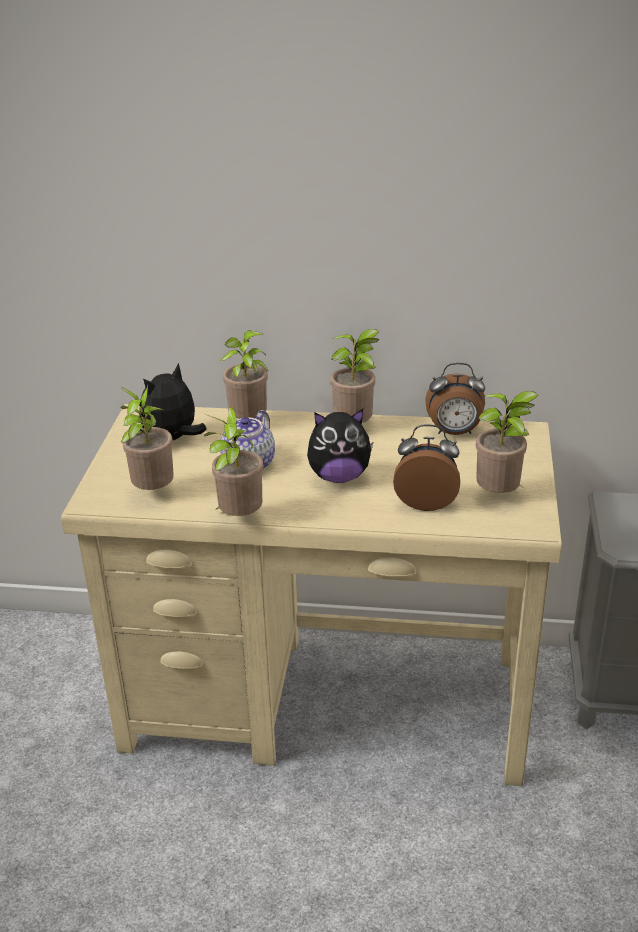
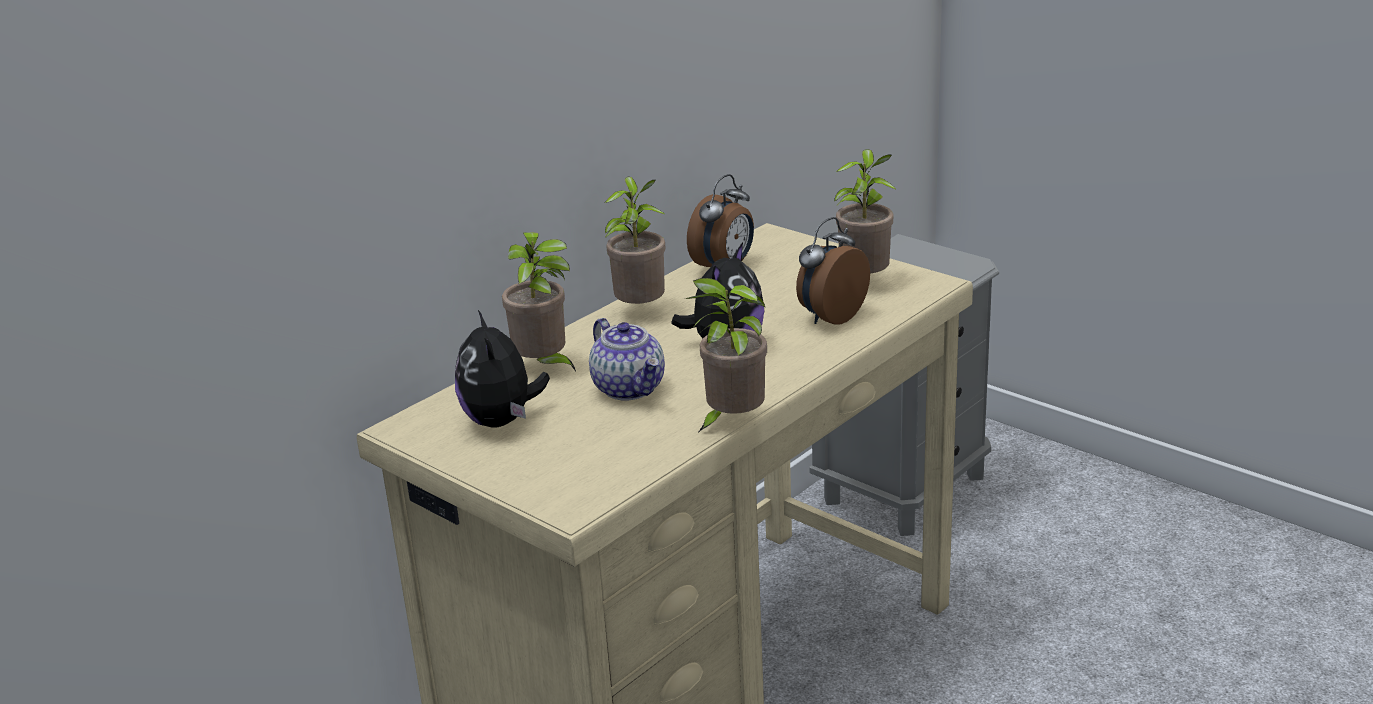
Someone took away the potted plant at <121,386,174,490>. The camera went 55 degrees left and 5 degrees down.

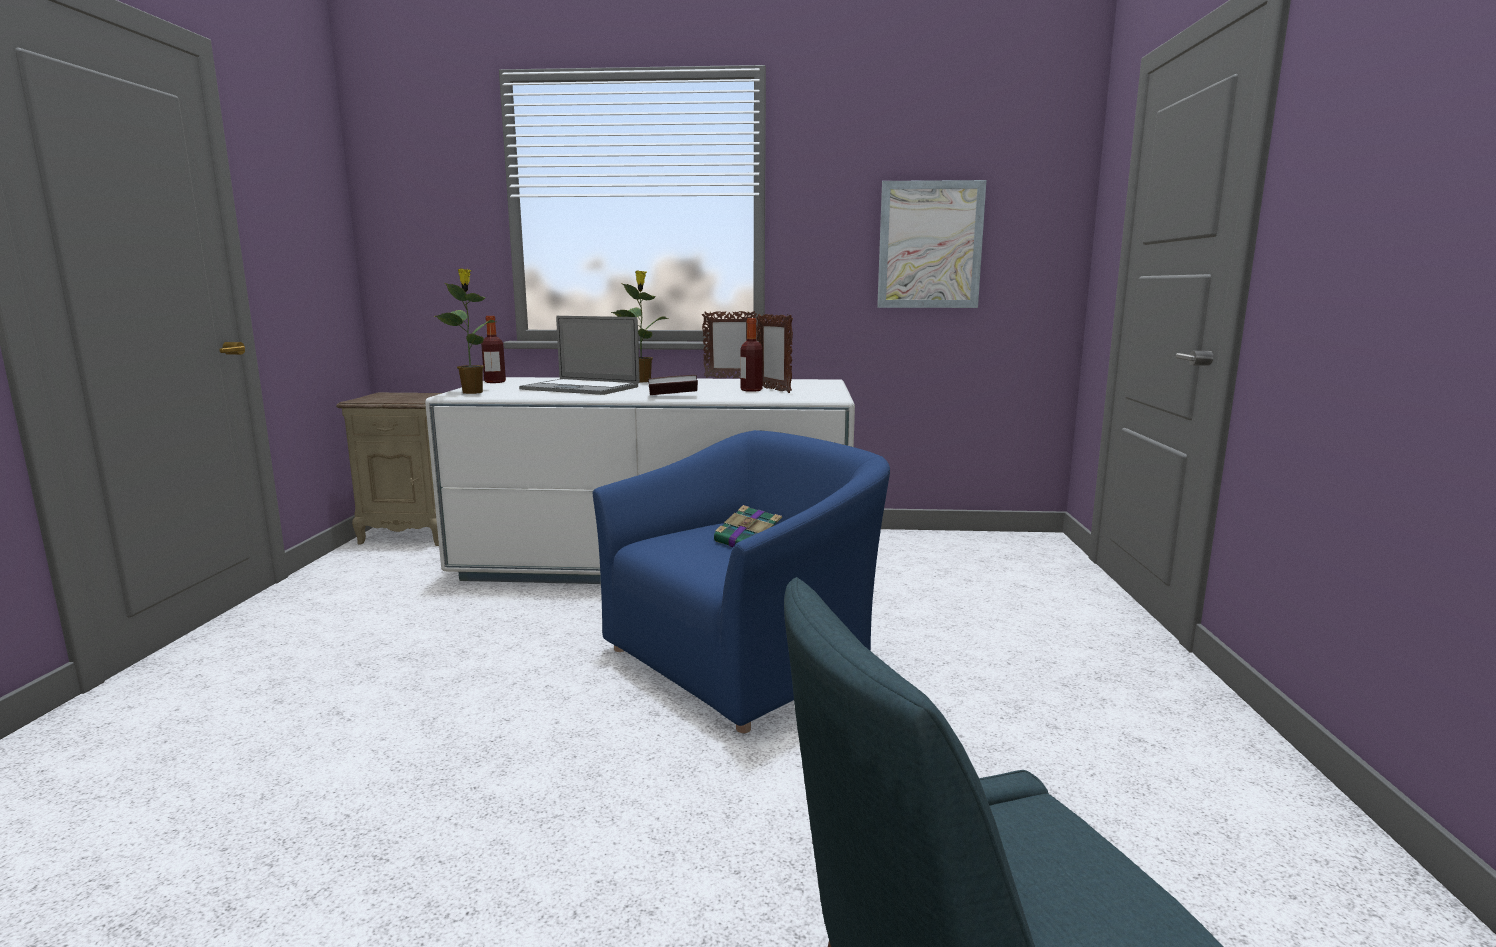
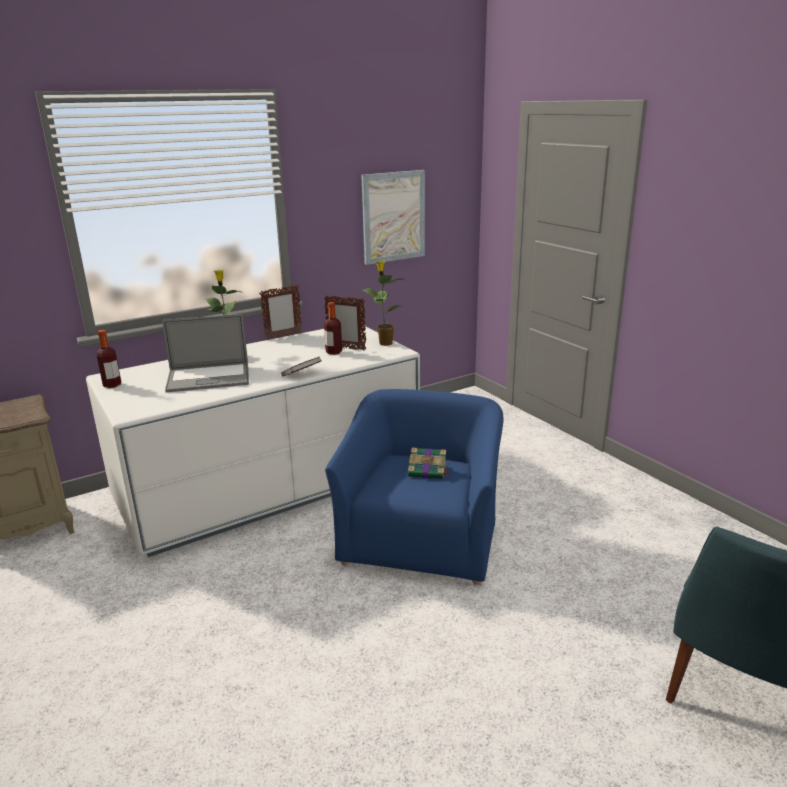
Someone carried the potted plant from <435,268,496,394> to <363,260,408,346>. The camera went 35 degrees left and 10 degrees up.

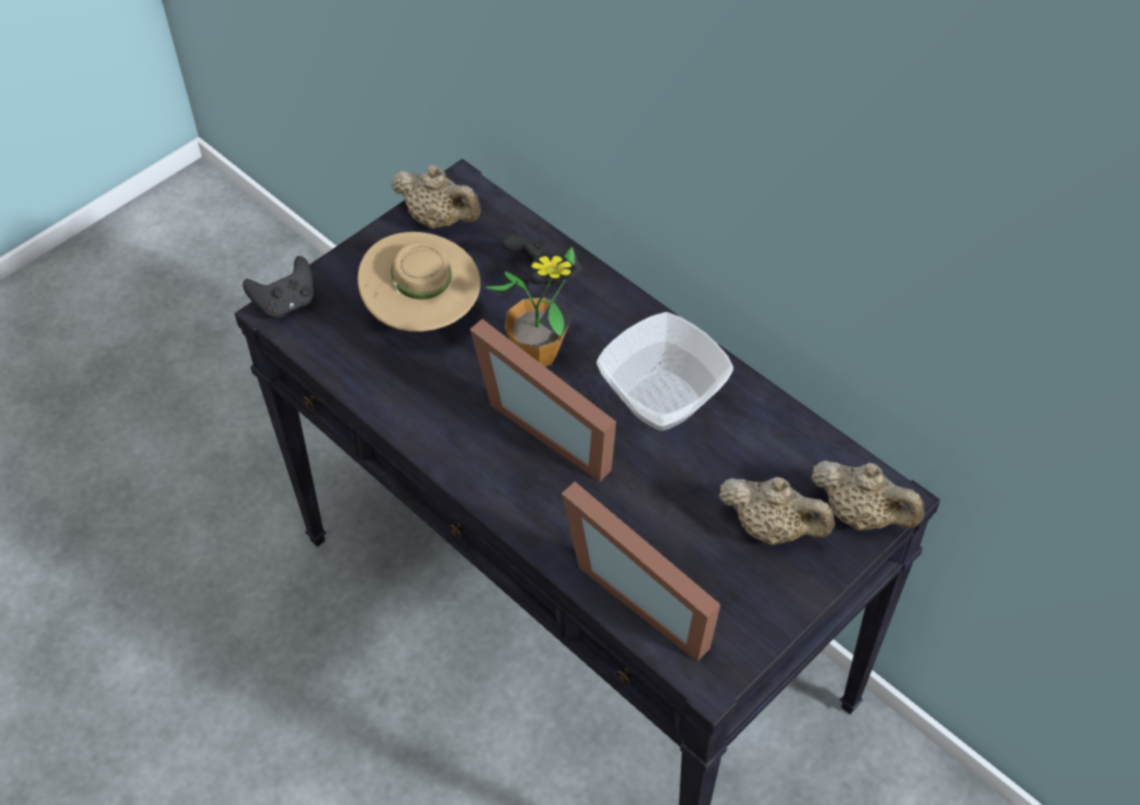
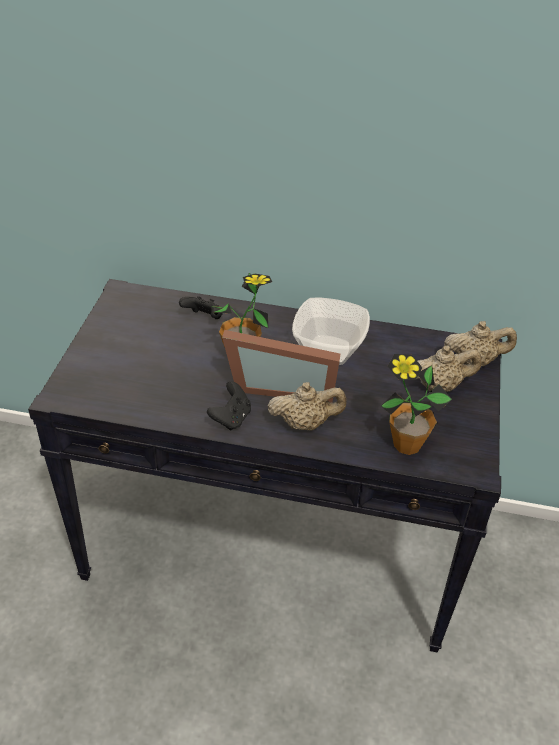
Someone carried the gamepad in black from <243,256,314,318> to <207,381,251,430>. Someone carried the tea pot in sand-coloured from <391,165,481,229> to <267,382,346,430>. Someone swapped the standing frame at <562,482,721,662> for the potted plant at <381,354,452,455>. Someone took away the wearable hat in sand-coloured at <358,232,481,332>. The camera went 35 degrees left and 10 degrees down.

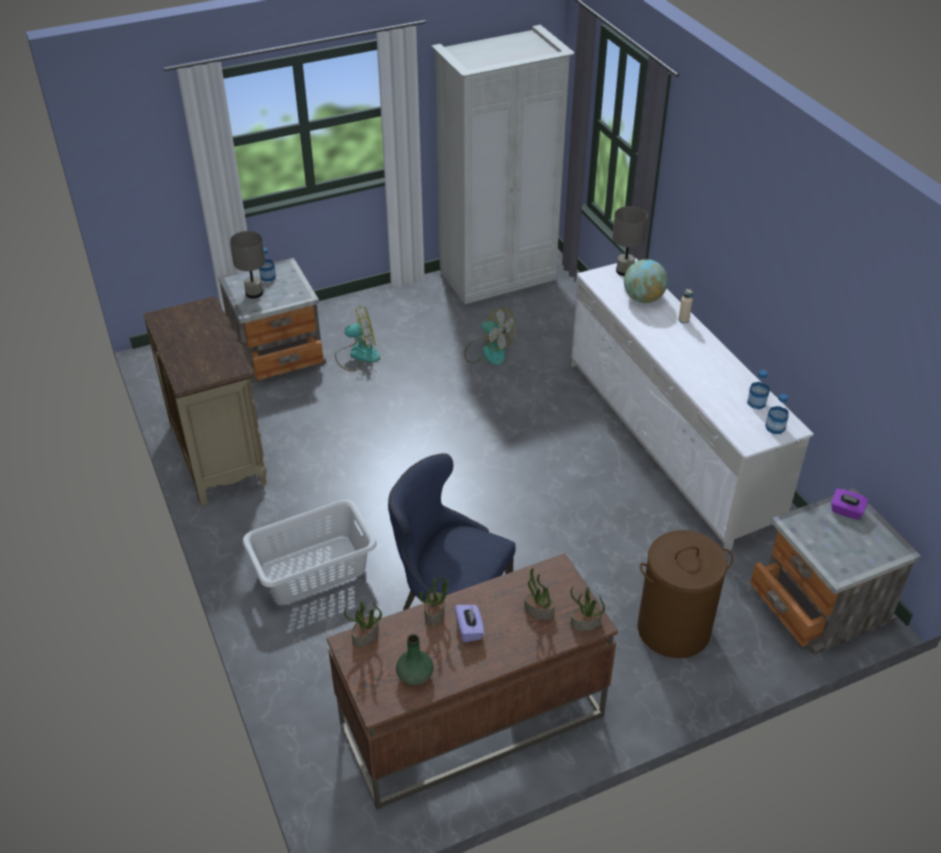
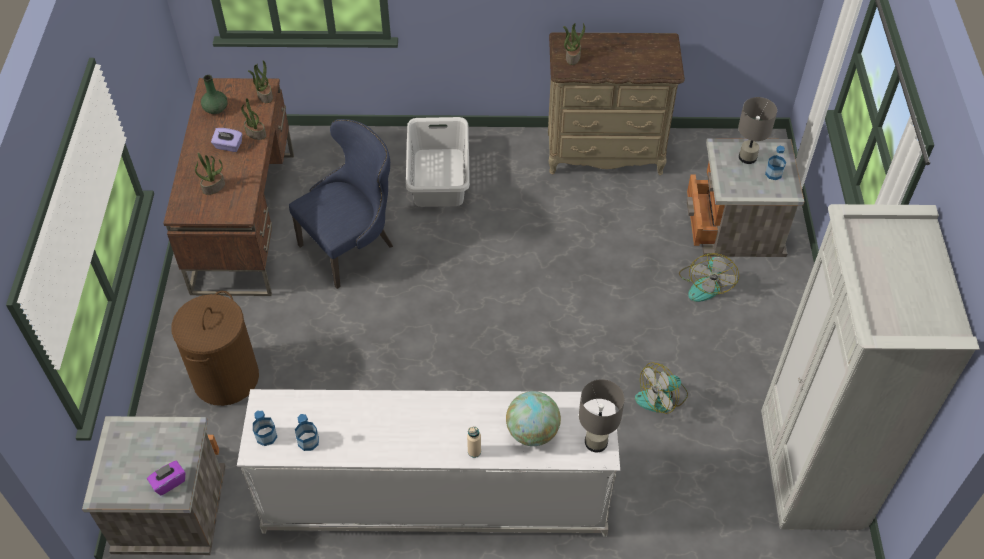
Someone carried the potted plant from <570,586,605,631> to <563,23,585,65>. The camera went 115 degrees right and 10 degrees up.

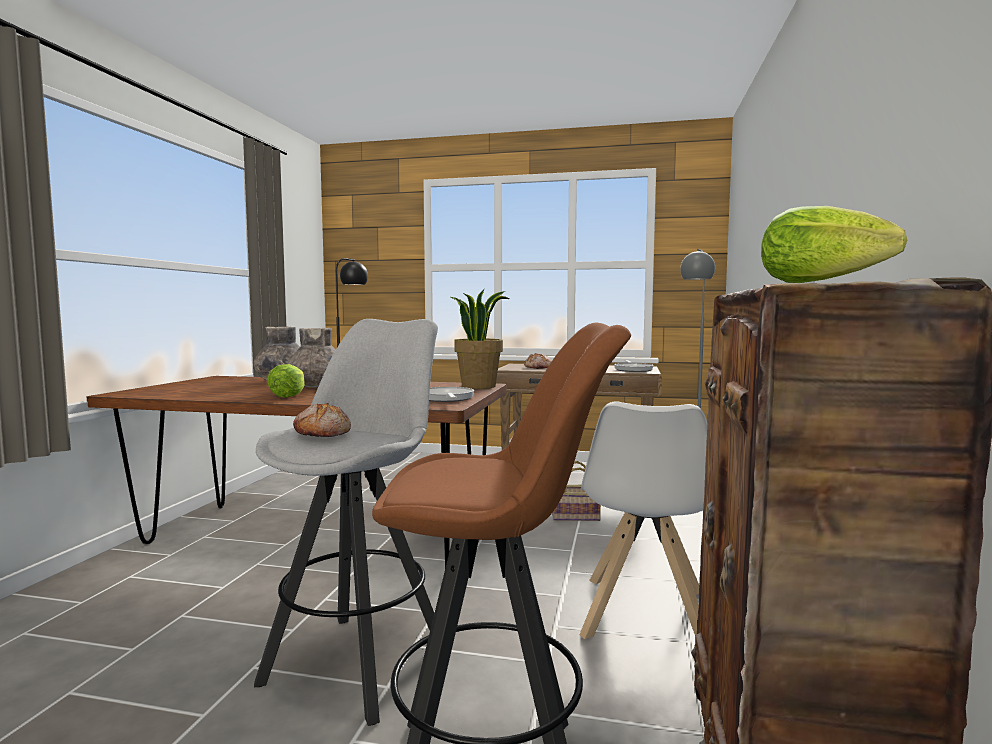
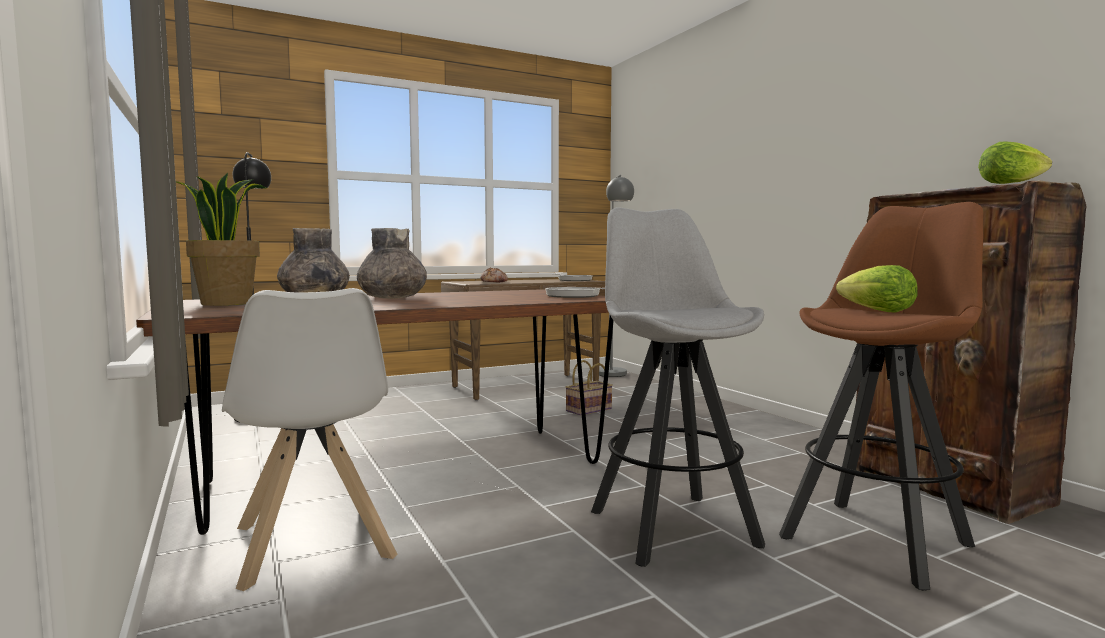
Someone carried the potted plant from <451,289,510,389> to <176,173,267,306>. Someone carried the plain chair from <579,401,708,639> to <222,288,397,591>. Someone carried the lettuce head from <267,364,305,398> to <836,265,918,312>. Someone took away the bakery bread at <293,403,351,437>. The camera went 40 degrees left and 0 degrees up.

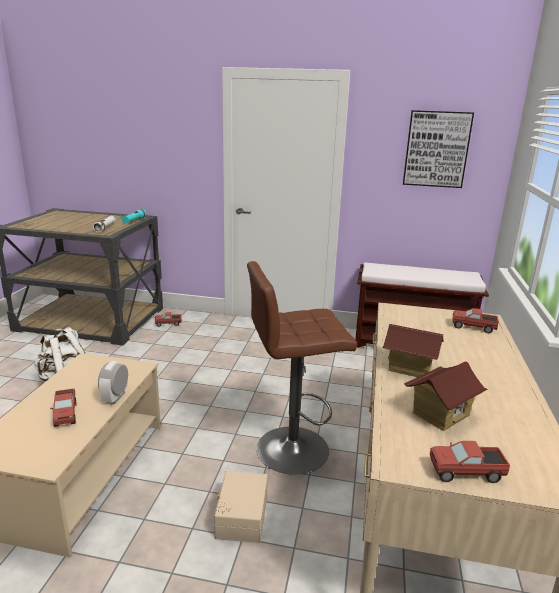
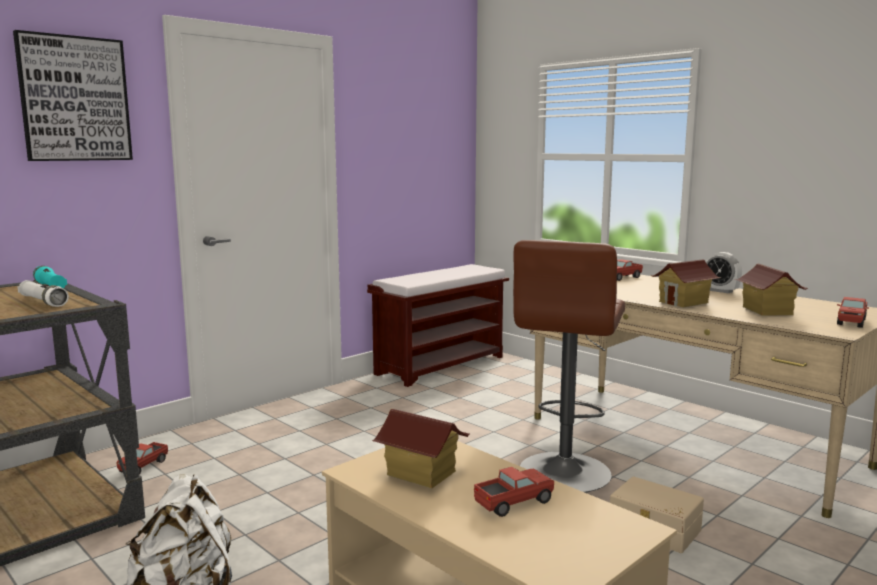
Someone carried the wall art from <403,110,474,188> to <13,30,133,161>. Someone put down the miniature house at <372,409,469,489>. Someone rotated the model truck at <50,388,77,427> by 45 degrees counterclockwise. Someone carried the alarm clock from <98,361,128,404> to <705,252,742,293>. The camera went 55 degrees left and 10 degrees down.

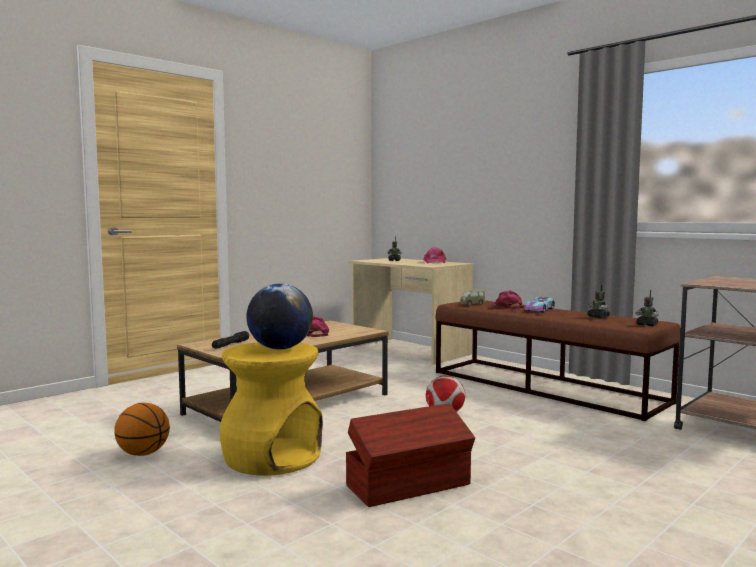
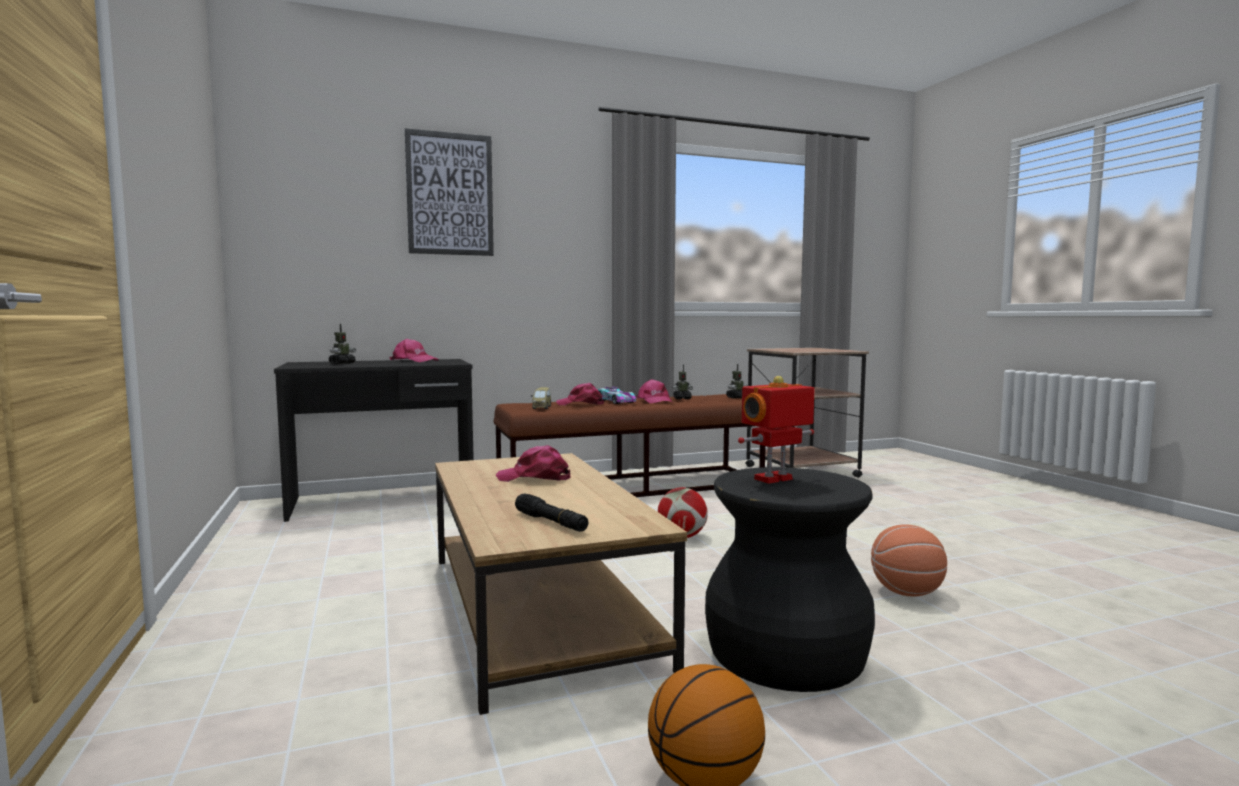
Someone repainted the desk unit in sand-coloured at <349,258,473,365>, which became the desk unit in black at <274,359,474,522>. Someone put up the wall art at <404,128,494,256>. Someone put down the peaked cap in pinkish at <637,379,672,404>. Someone repainted the stool seat in yellowish at <220,342,323,476>, which became the stool seat in black at <705,467,875,692>. Someone swapped the world globe at <246,284,313,350> for the model robot at <738,376,815,484>. Someone swapped the storage container in brown-coloured at <346,403,475,507> for the ball for basketball at <871,524,947,596>. The camera went 65 degrees left and 0 degrees up.

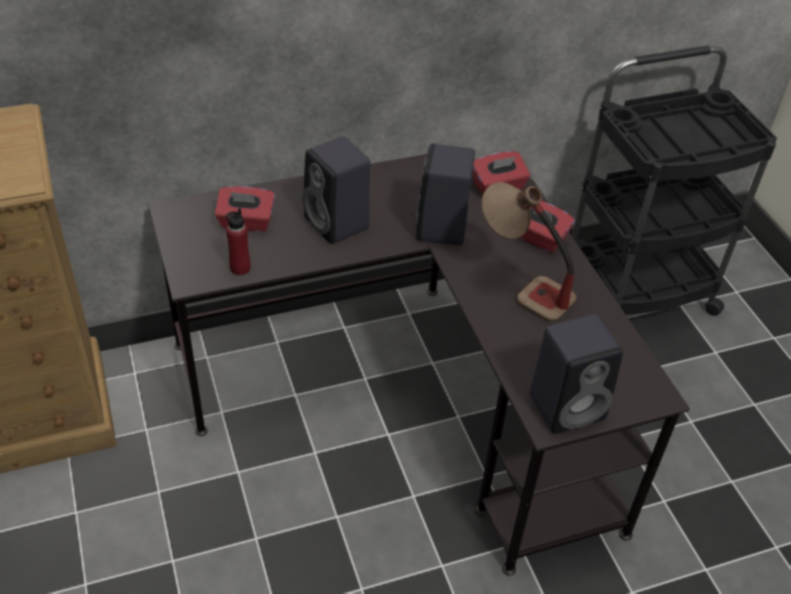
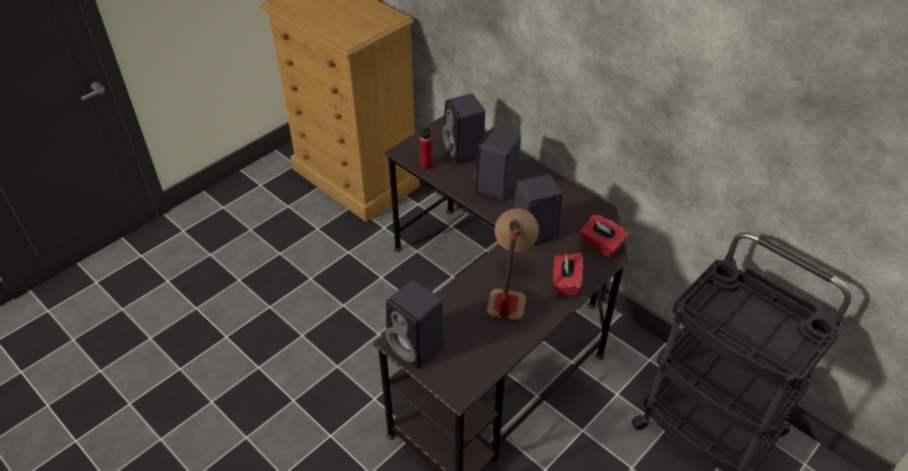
Someone swapped the box of tissues in red-coloured at <215,186,275,232> for the speaker in black at <442,94,485,164>. The camera went 65 degrees right and 0 degrees up.

